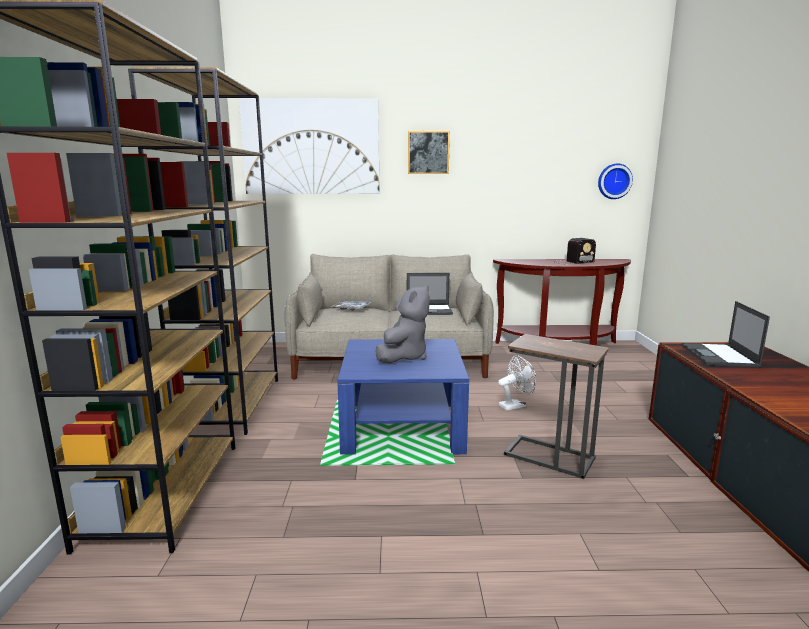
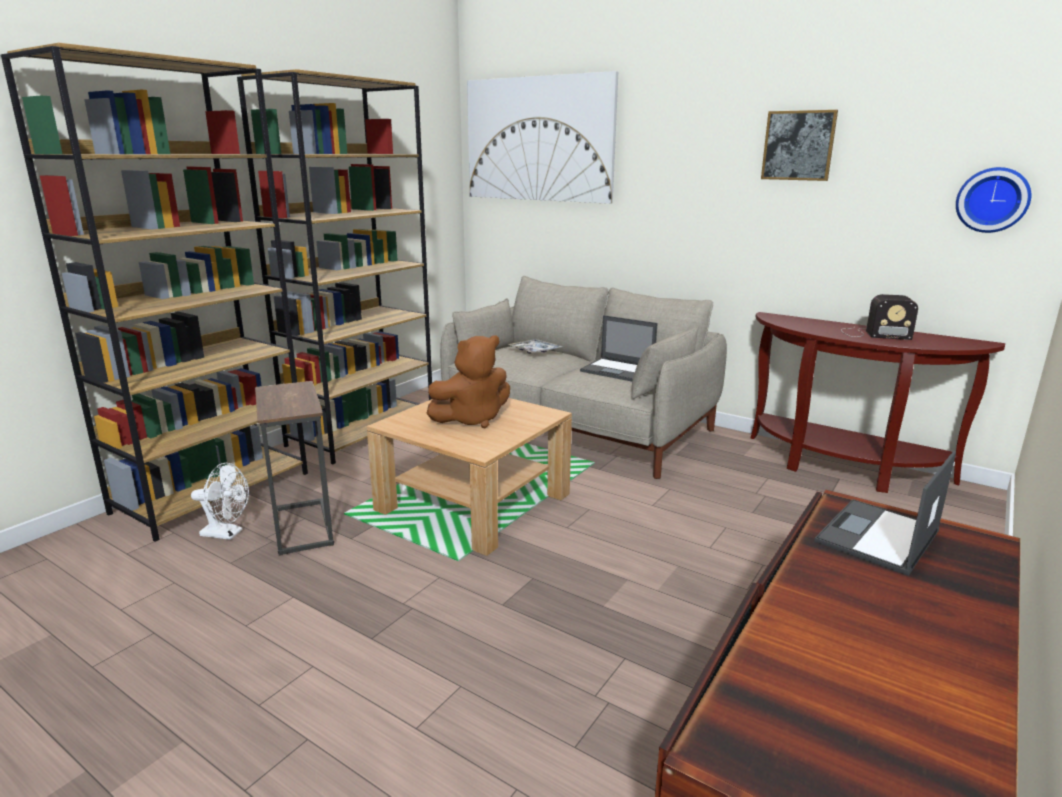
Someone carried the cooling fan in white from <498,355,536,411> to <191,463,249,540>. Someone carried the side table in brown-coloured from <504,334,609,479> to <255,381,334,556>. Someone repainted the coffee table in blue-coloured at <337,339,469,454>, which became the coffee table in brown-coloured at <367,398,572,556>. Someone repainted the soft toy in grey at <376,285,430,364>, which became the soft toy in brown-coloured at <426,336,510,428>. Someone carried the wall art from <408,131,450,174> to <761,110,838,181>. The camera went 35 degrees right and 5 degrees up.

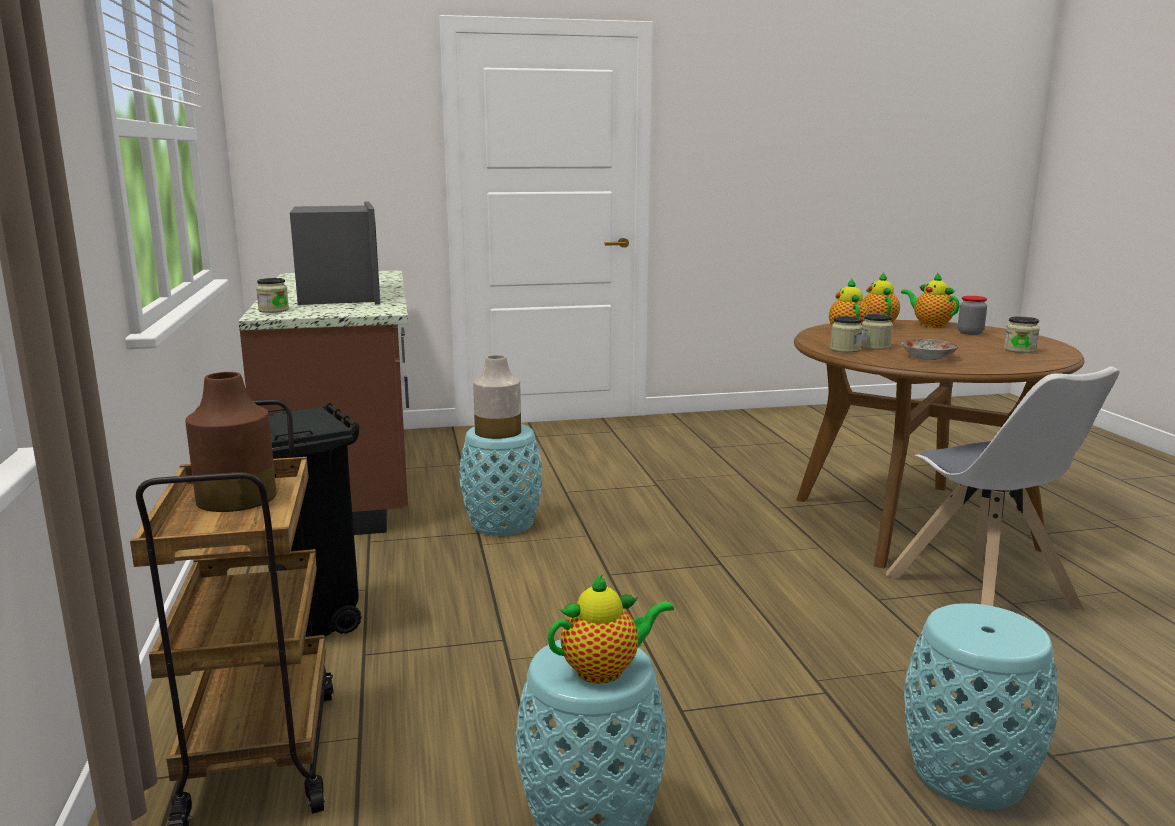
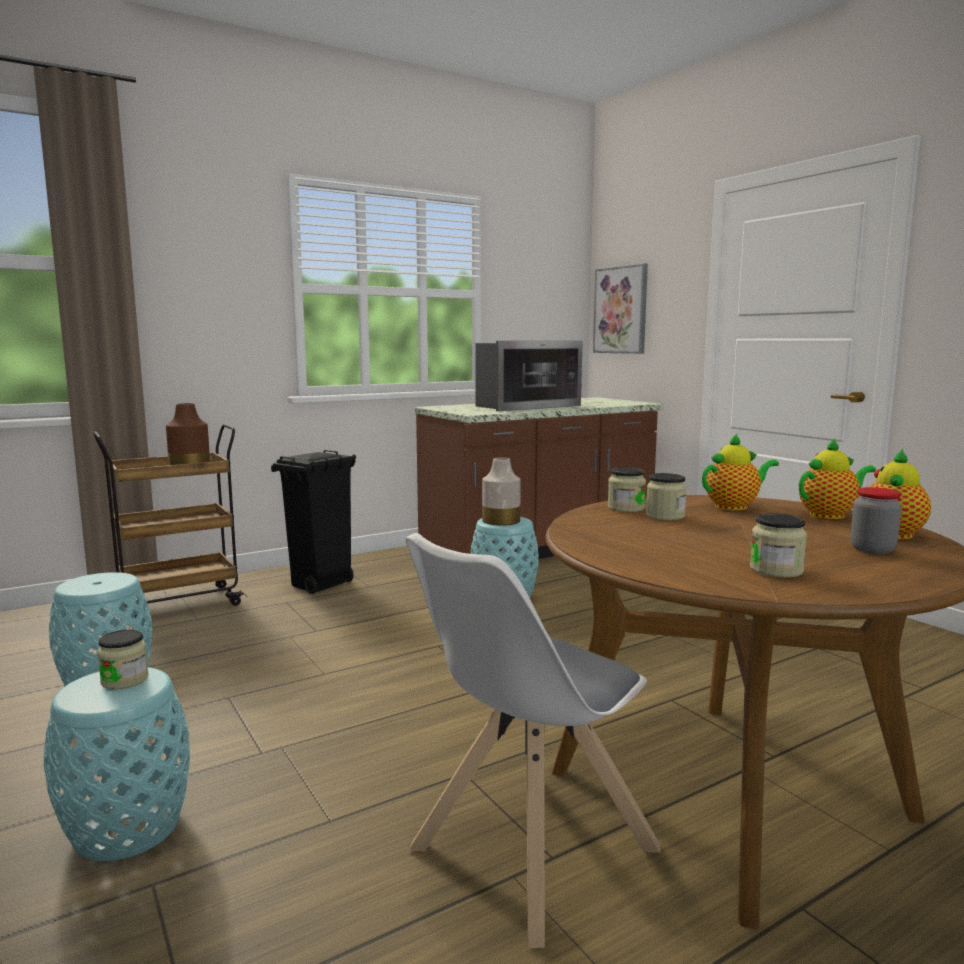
Someone carried the jar from <256,278,289,313> to <97,630,149,690>. Someone put up the wall art at <593,263,648,354>. Someone took away the tea pot at <548,574,674,684>. Someone took away the dinner plate at <901,339,958,360>. The camera went 70 degrees right and 5 degrees down.

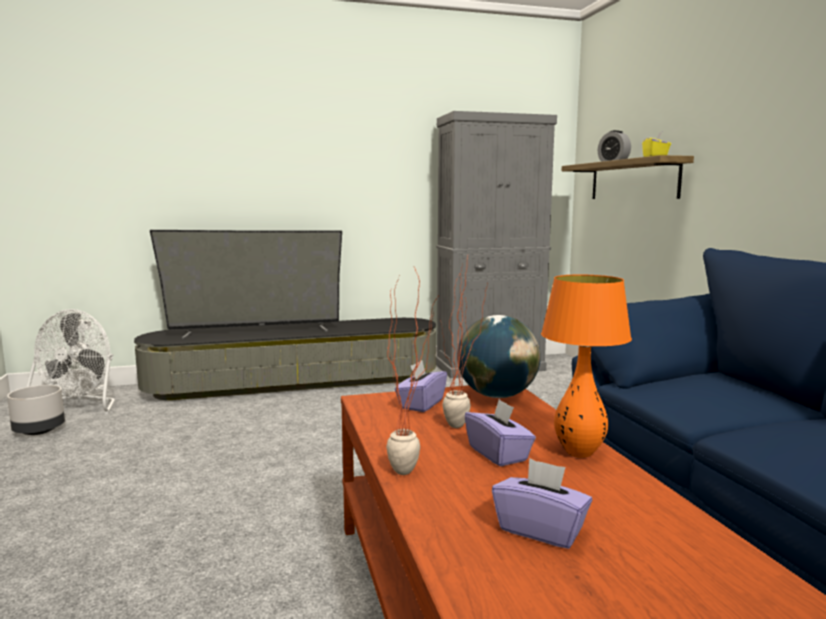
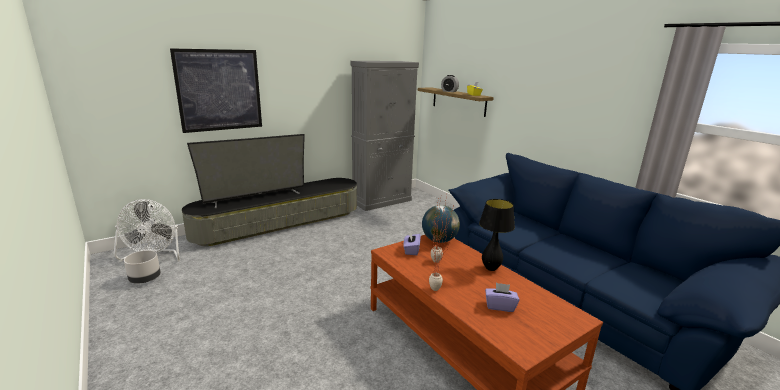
Someone put up the wall art at <170,48,262,133>. Someone repainted the lamp for a table in orangey at <541,275,632,458>, which became the lamp for a table in black at <479,199,515,271>. Someone took away the box of tissues in purplish at <465,399,536,467>. The camera went 20 degrees left and 10 degrees up.

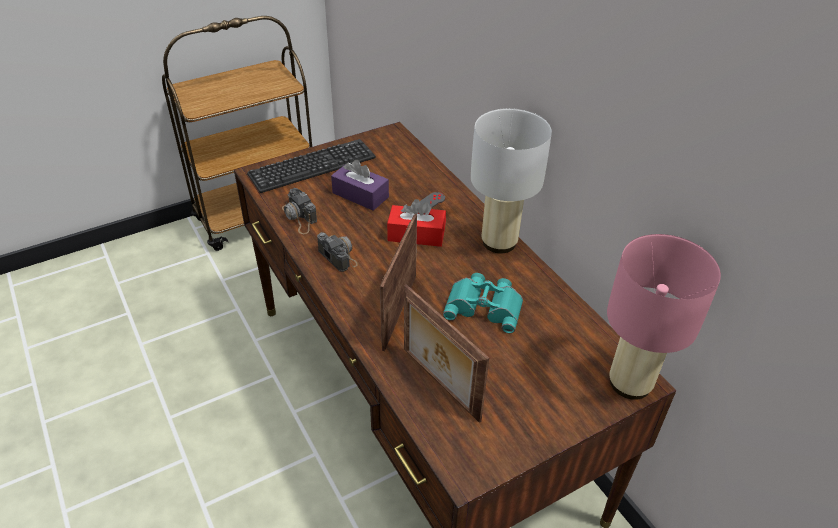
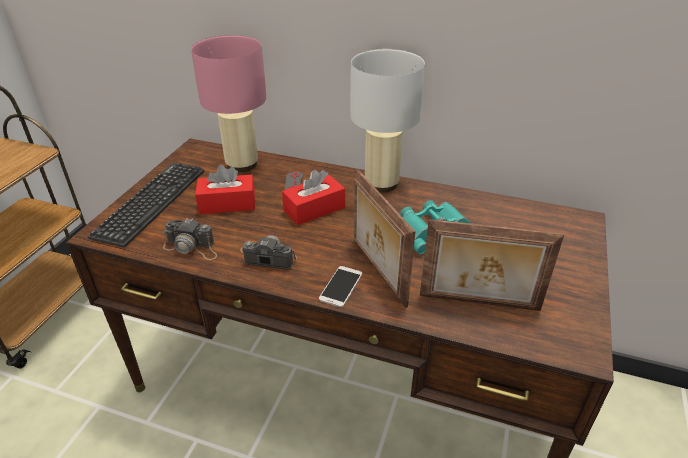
Someone carried the lamp for a table in pinkish from <607,234,721,400> to <191,35,266,172>. Someone repainted the box of tissues in purplish at <331,160,389,211>, which became the box of tissues in red-coloured at <195,165,255,214>. Someone put down the telephone at <319,266,362,307>. The camera went 40 degrees left and 5 degrees down.

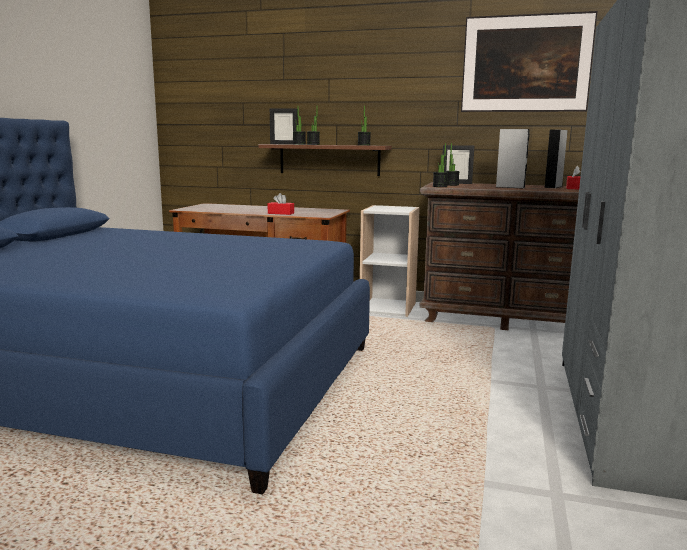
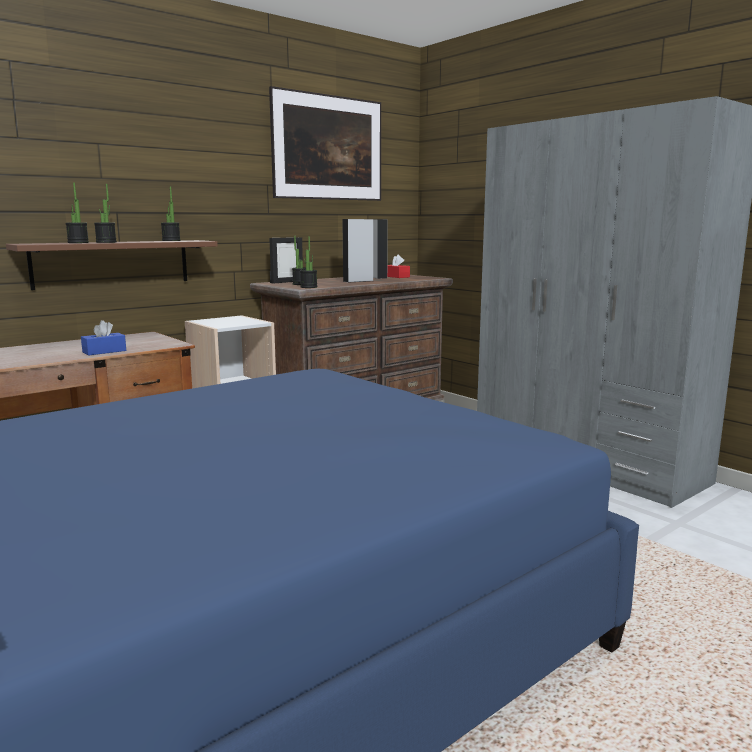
Someone repainted the box of tissues in red-coloured at <268,193,294,215>, which became the box of tissues in blue-coloured at <81,320,126,355>. Someone took away the standing frame at <270,109,298,144>. The camera went 55 degrees left and 0 degrees up.

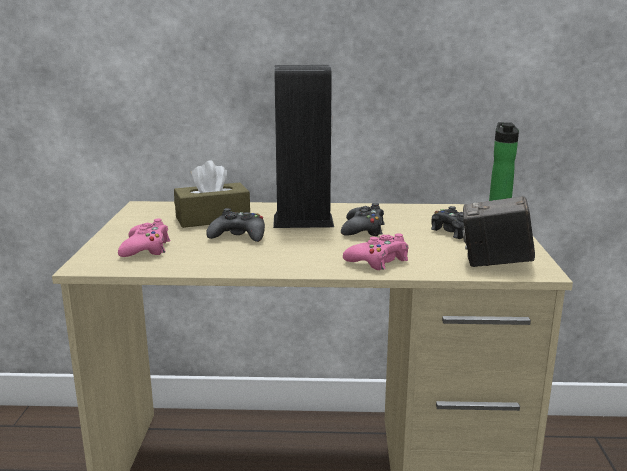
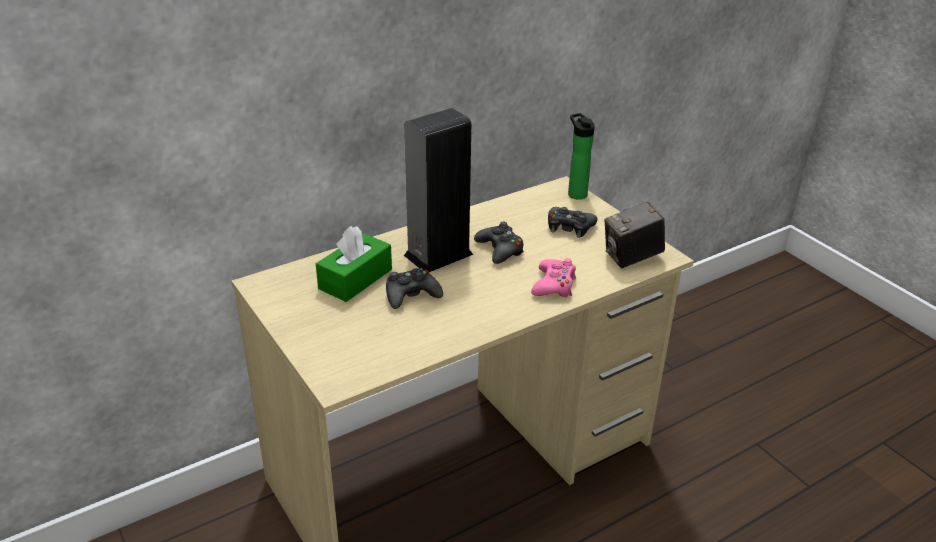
Someone repainted the box of tissues in brown-coloured at <174,160,250,228>, which became the box of tissues in green at <316,226,392,302>. Someone took away the gamepad in pinkish at <118,219,170,257>. The camera went 35 degrees left and 15 degrees up.

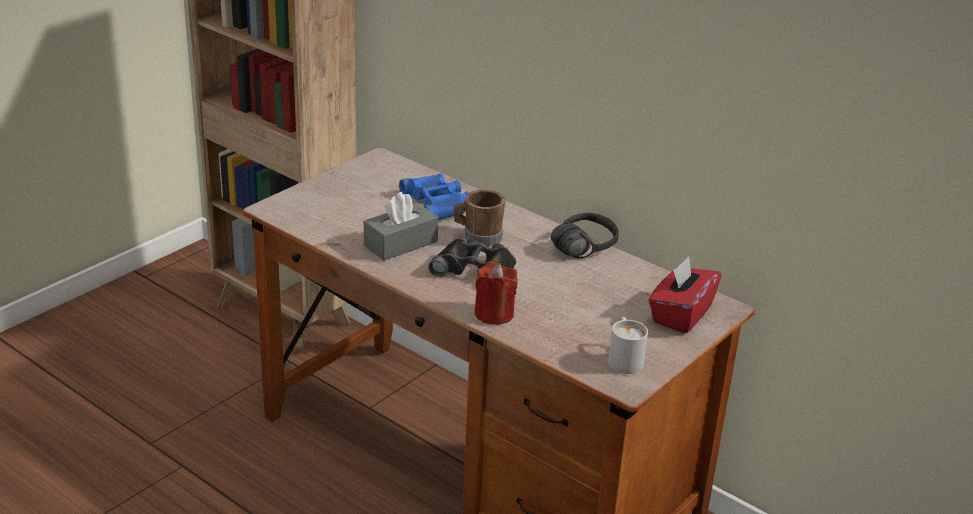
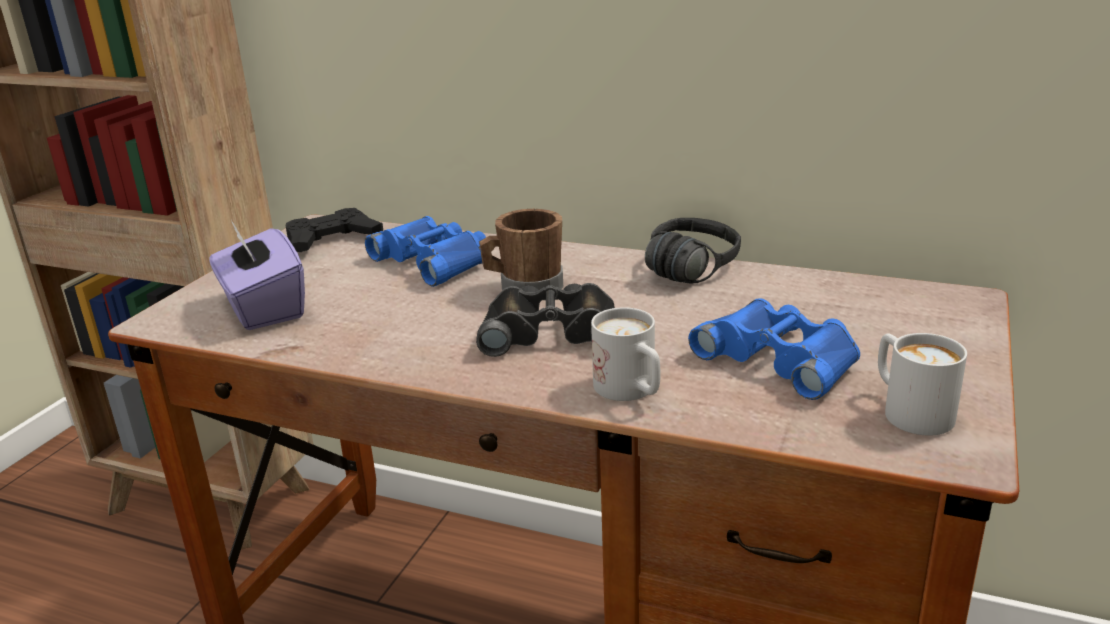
Someone put down the box of tissues in purplish at <209,220,305,330>. Someone put down the gamepad in black at <286,208,383,252>. Someone swapped the wax light in red-coloured at <474,262,518,325> for the mug in white at <591,307,660,401>. Someone put down the binoculars in blue-coloured at <688,298,860,400>. Someone took away the box of tissues in grey at <364,192,438,261>. Someone took away the box of tissues in red-coloured at <649,257,721,333>. The camera went 15 degrees left and 5 degrees down.

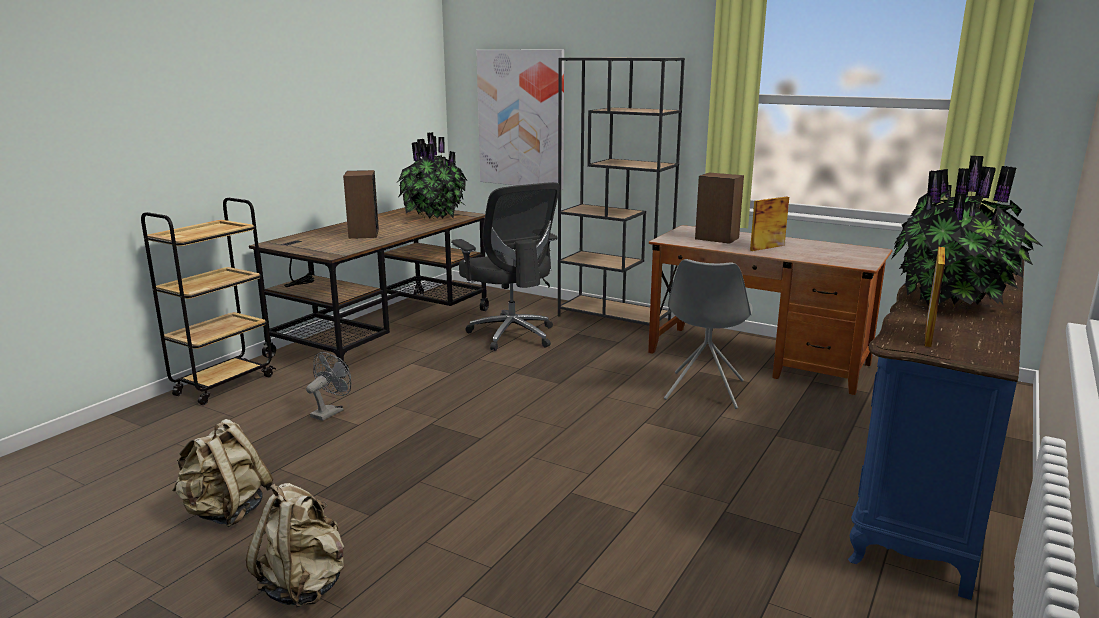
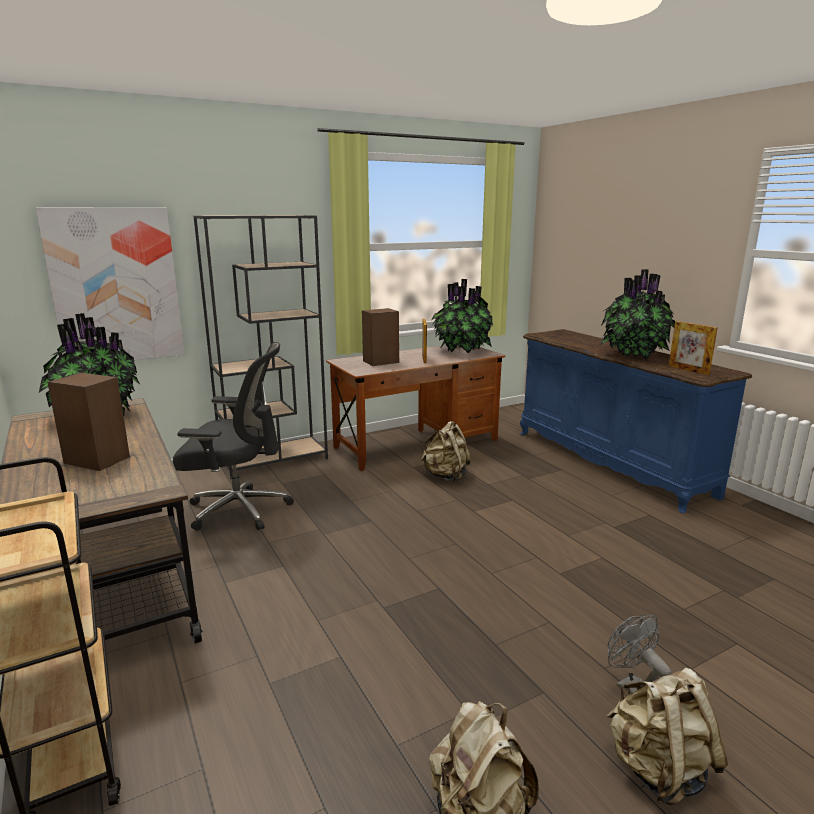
Someone swapped the plain chair in grey at <664,259,753,409> for the knapsack in sand-coloured at <421,421,471,482>. Someone put down the potted plant at <431,279,494,354>. Someone carried the cooling fan in grey from <306,352,351,421> to <608,615,672,694>. The camera went 60 degrees left and 0 degrees up.

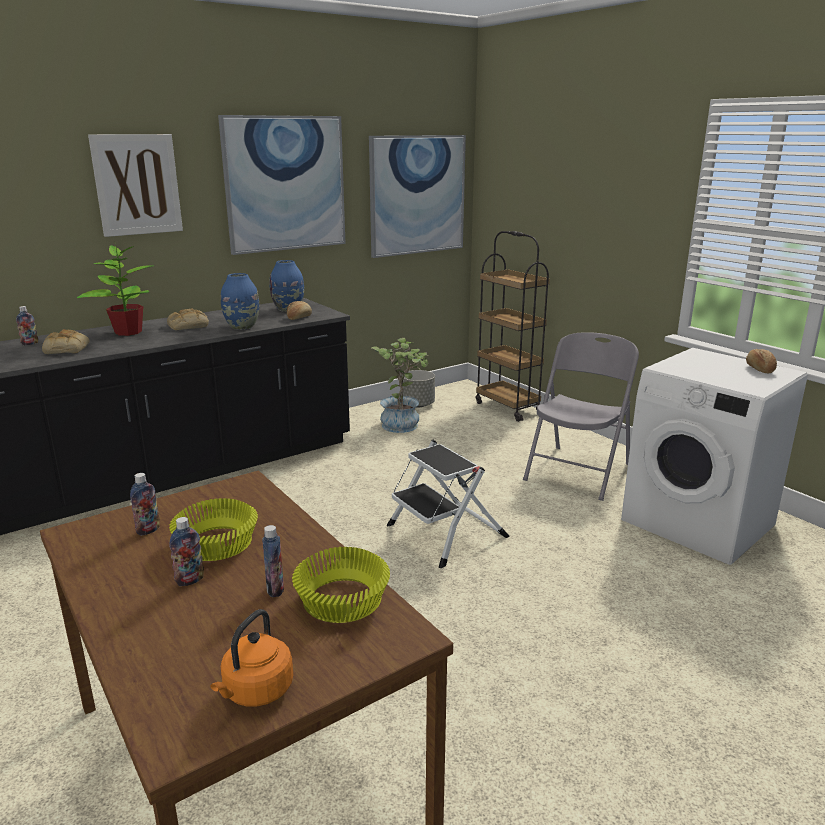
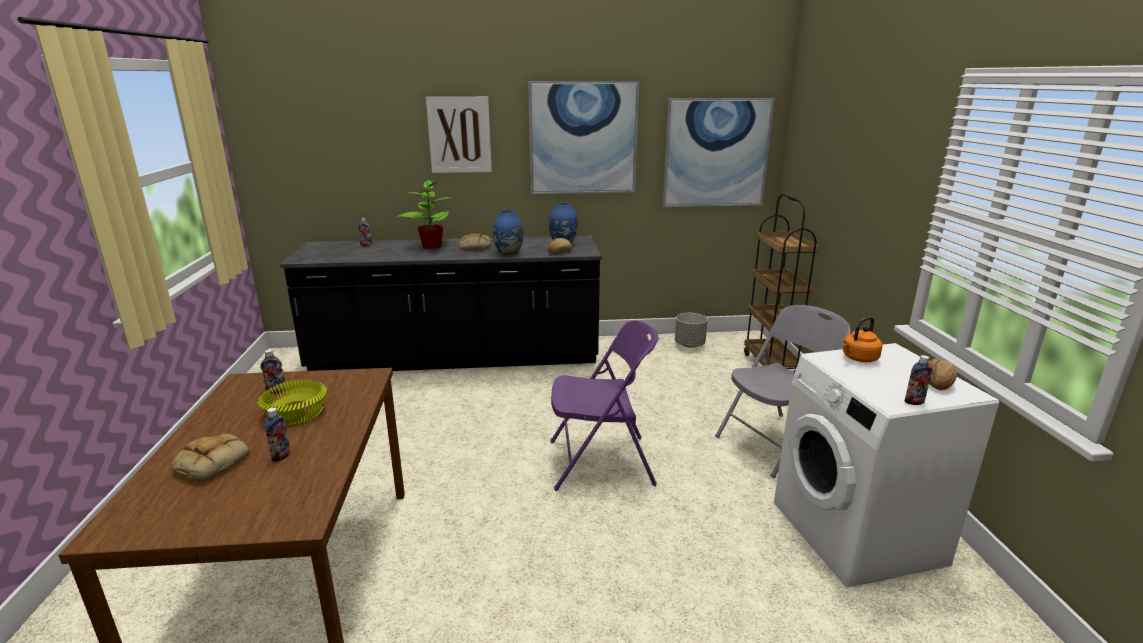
Someone carried the bakery bread from <42,329,89,354> to <171,434,250,482>. Someone swapped the step stool at <387,440,510,568> for the plain chair in purplish at <551,321,658,491>. Someone carried the water kettle in orangey from <211,609,293,707> to <843,317,883,362>. Someone carried the bottle from <170,517,204,586> to <905,355,932,405>. Someone took away the bowl in yellowish at <292,547,390,623>. Someone took away the potted plant at <371,338,429,433>. The camera went 30 degrees right and 0 degrees up.

